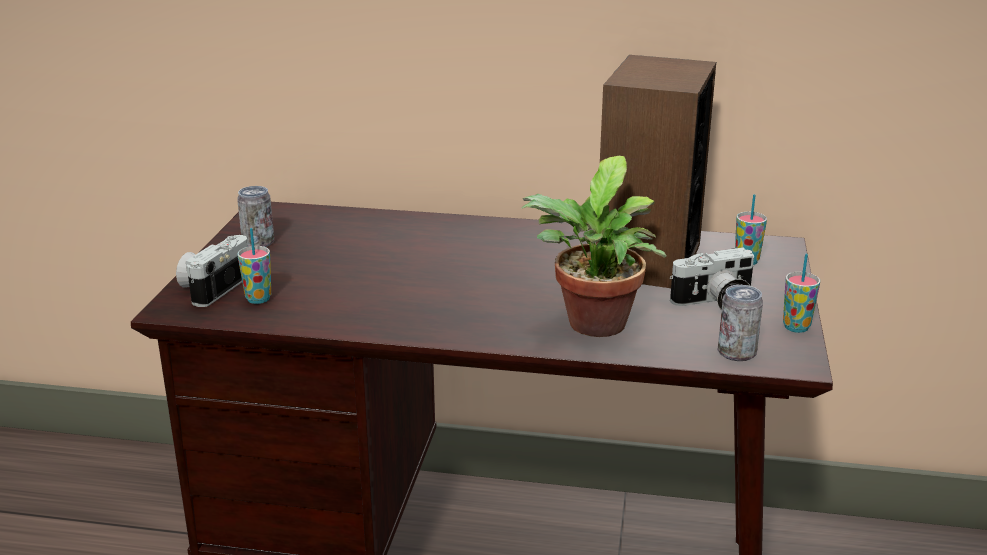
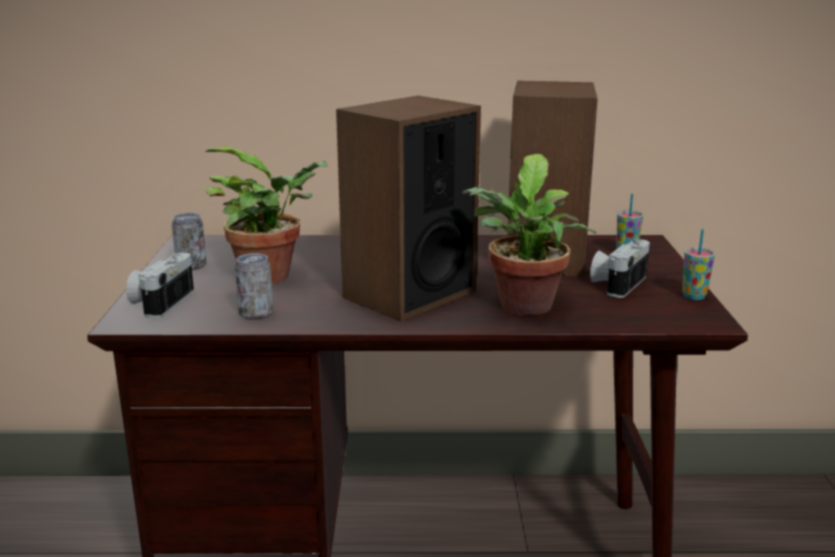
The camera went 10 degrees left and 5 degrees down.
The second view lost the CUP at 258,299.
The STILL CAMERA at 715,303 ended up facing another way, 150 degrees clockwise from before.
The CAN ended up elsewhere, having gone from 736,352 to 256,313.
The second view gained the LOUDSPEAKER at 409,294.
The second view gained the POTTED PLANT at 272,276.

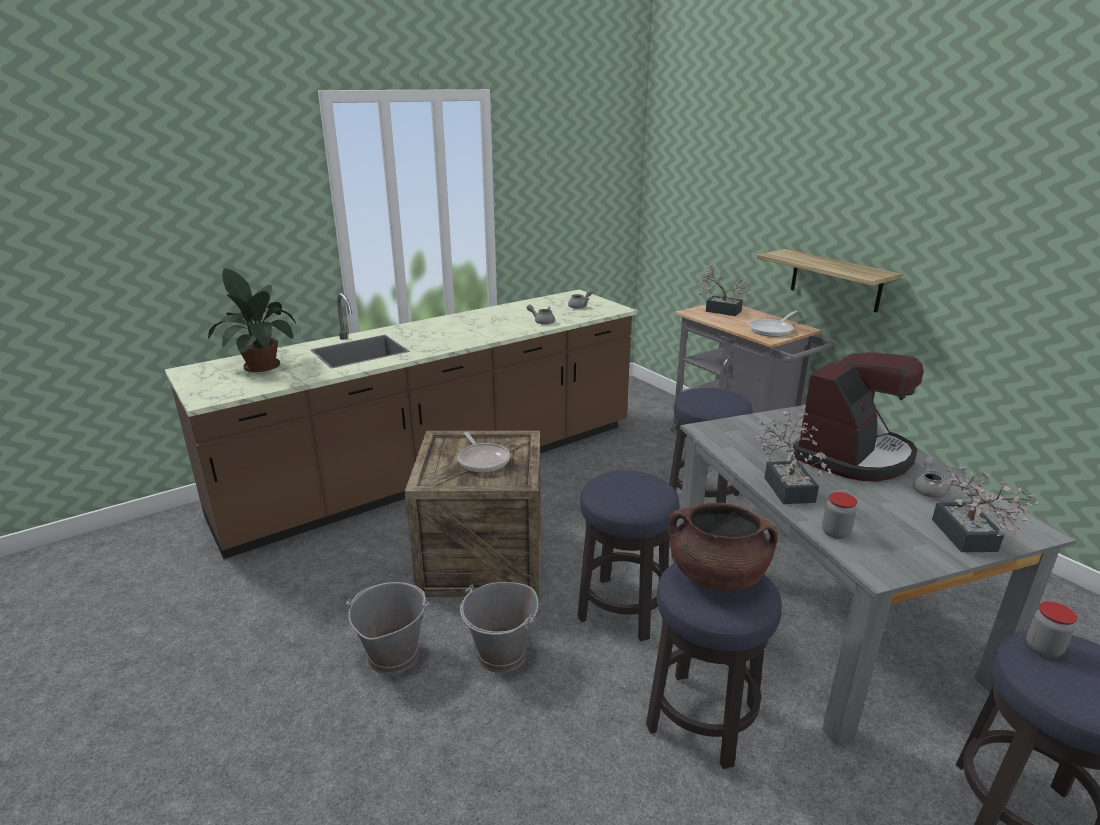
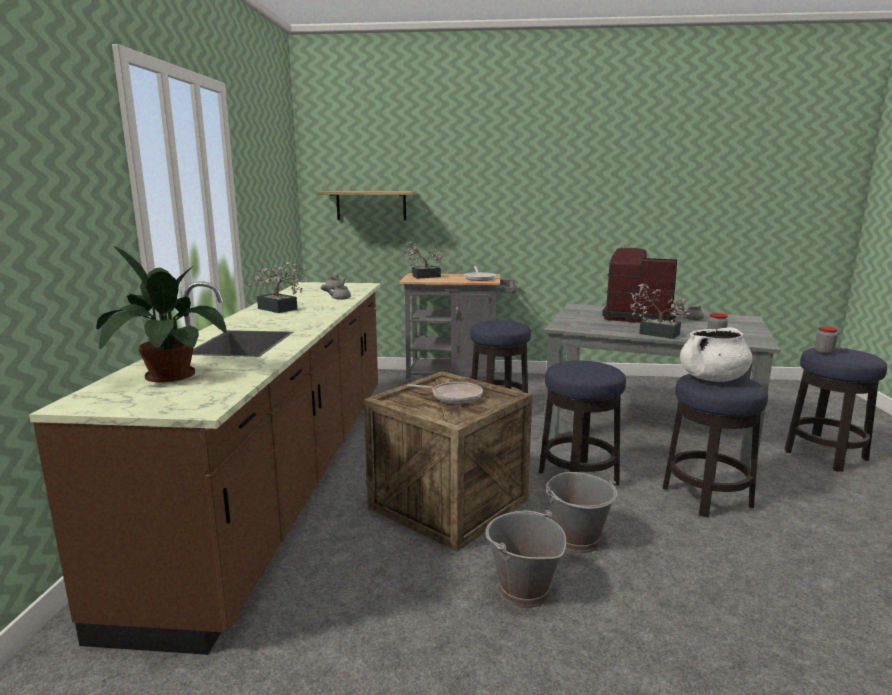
The camera went 50 degrees left and 10 degrees down.
The BRACKET SHELF ended up elsewhere, having gone from 835,280 to 371,205.
The COFFEE MAKER at 853,455 ended up facing another way, 60 degrees counterclockwise from before.
The POTTED PLANT ended up elsewhere, having gone from 967,540 to 280,309.
What was the BROWN SAUCEPOT at 716,576 turned into the WHITISH SAUCEPOT at 712,379.

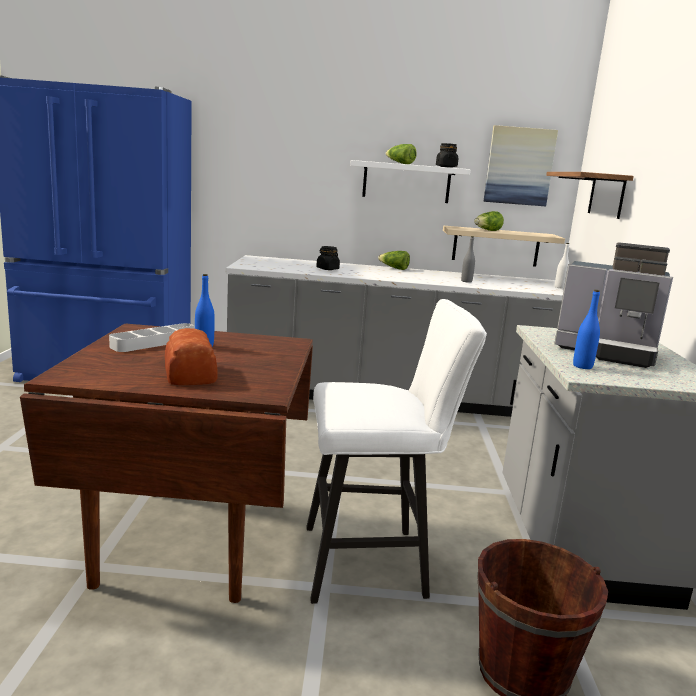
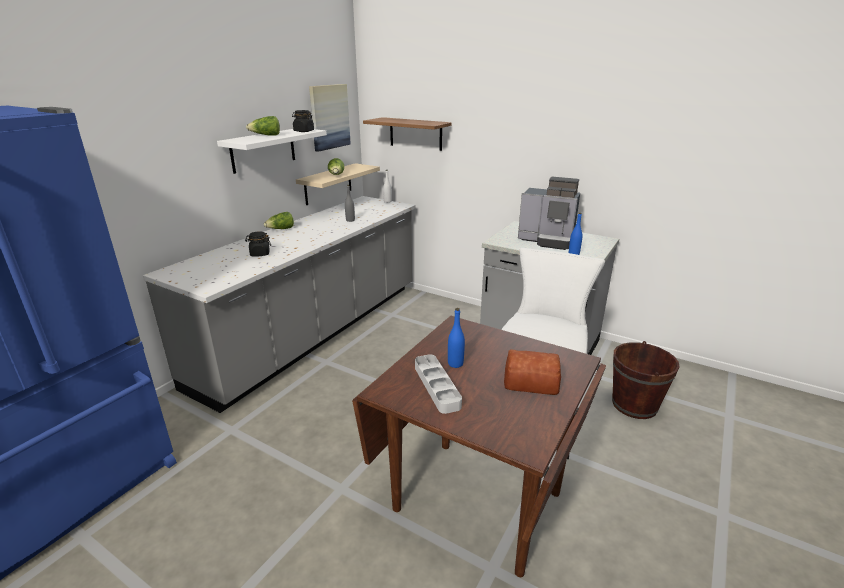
The camera went 60 degrees left and 10 degrees up.
The COFFEE MAKER at 607,352 ended up facing another way, 60 degrees clockwise from before.

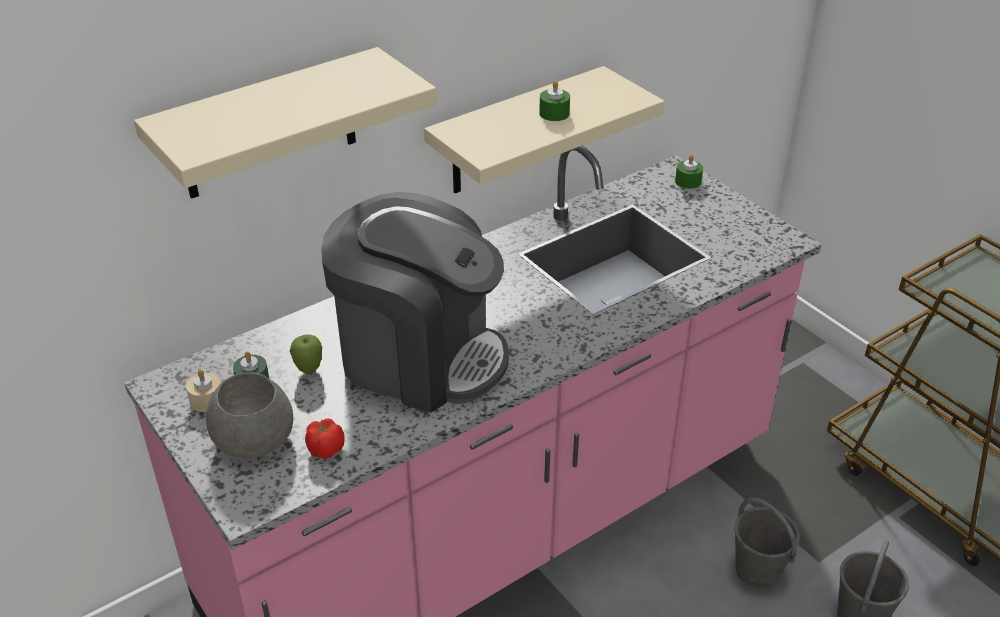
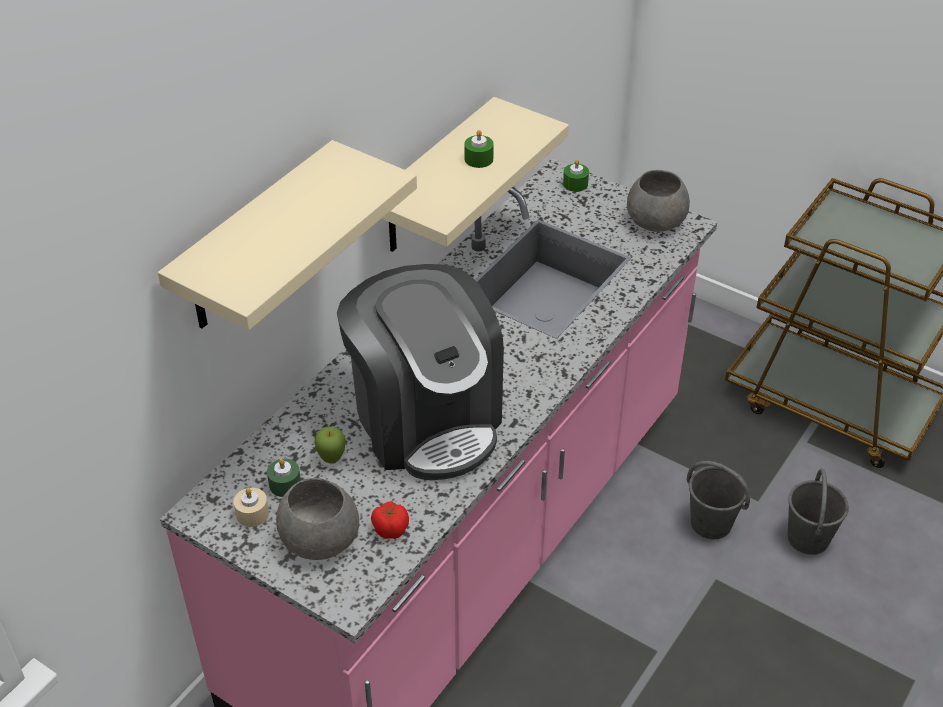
The camera went 20 degrees left and 5 degrees up.
The COFFEE MAKER at 420,357 ended up facing another way, 60 degrees clockwise from before.
The second view gained the GREYISH BOWL at 655,221.

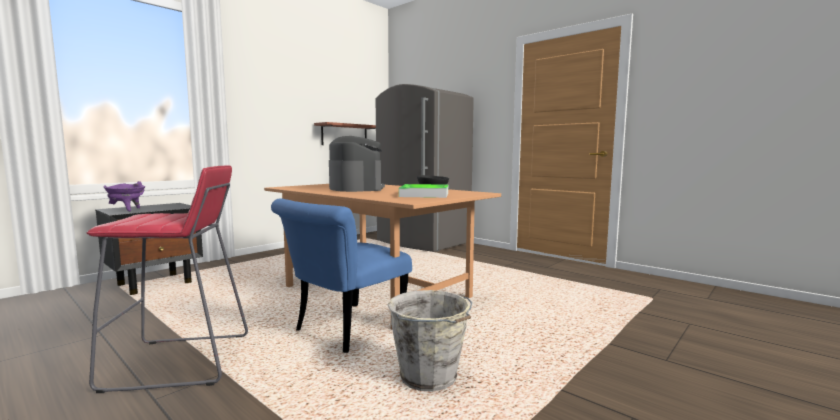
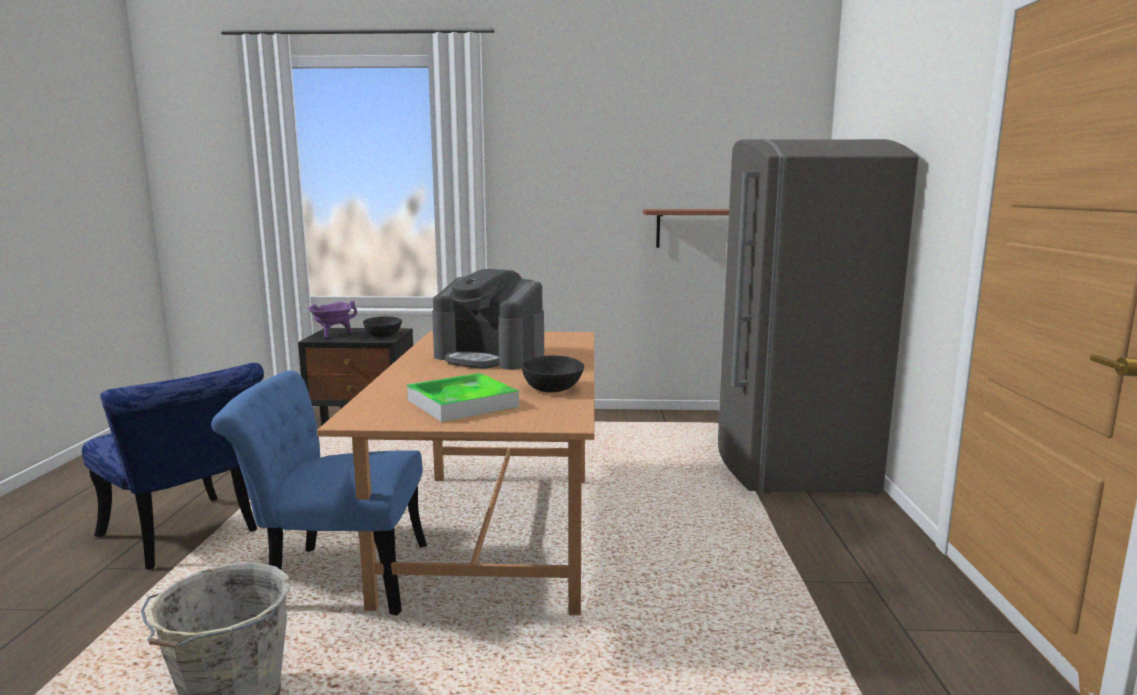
The camera went 50 degrees right and 5 degrees up.
The COFFEE MAKER at 355,188 ended up facing another way, 90 degrees clockwise from before.
Where the RED STOOL stood at 180,362, the BLUE-COLOURED UPRIGHT CHAIR came to stand at 186,537.
The second view gained the BLACK-COLOURED BOWL at 382,335.

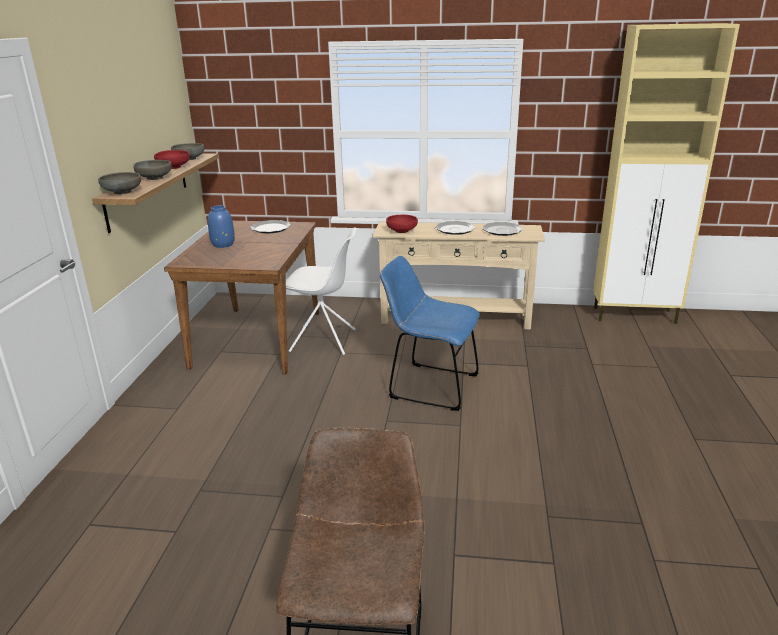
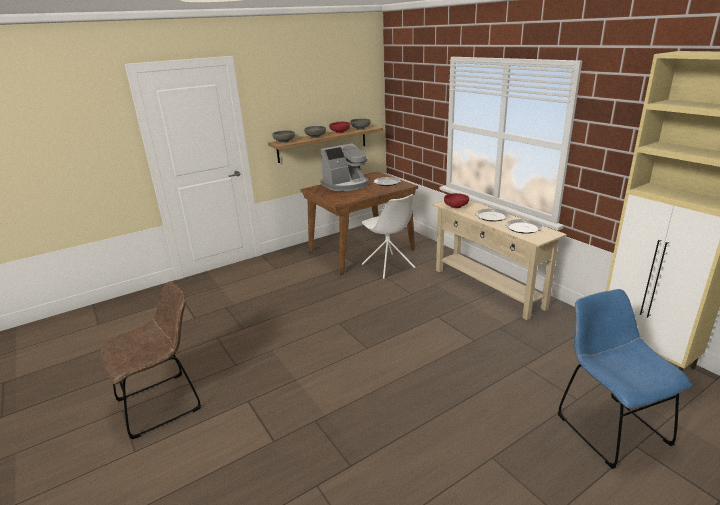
The camera went 50 degrees right and 0 degrees up.
Where the BLUE-COLOURED VASE stood at 223,244, the COFFEE MAKER came to stand at 346,185.
The BLUE-COLOURED UPRIGHT CHAIR ended up elsewhere, having gone from 429,385 to 608,426.

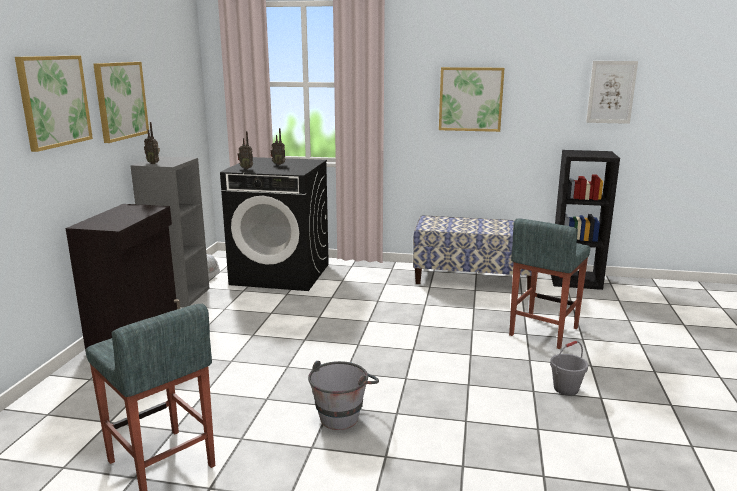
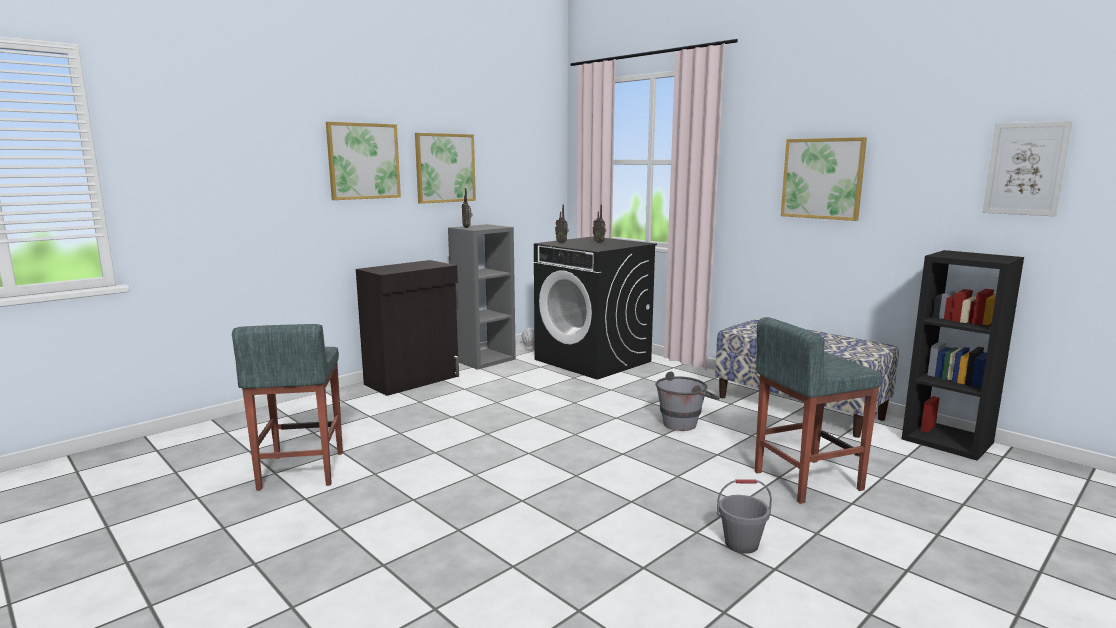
The camera went 35 degrees right and 5 degrees down.
The GREYISH WATER BUCKET ended up elsewhere, having gone from 343,414 to 685,423.

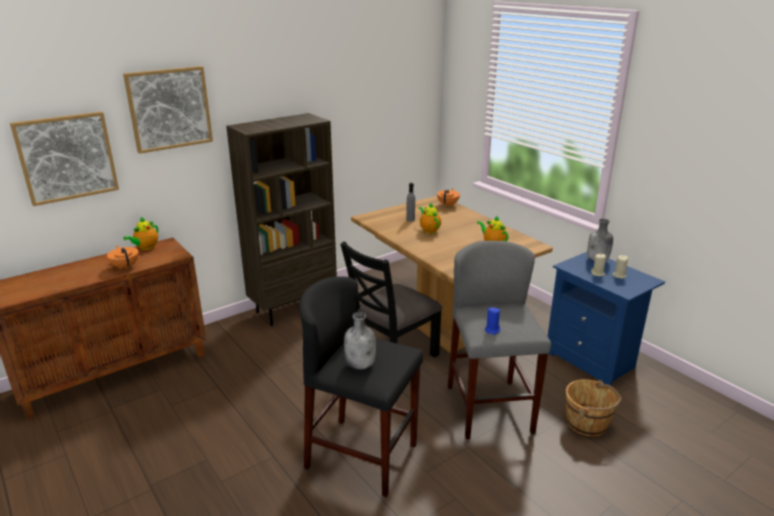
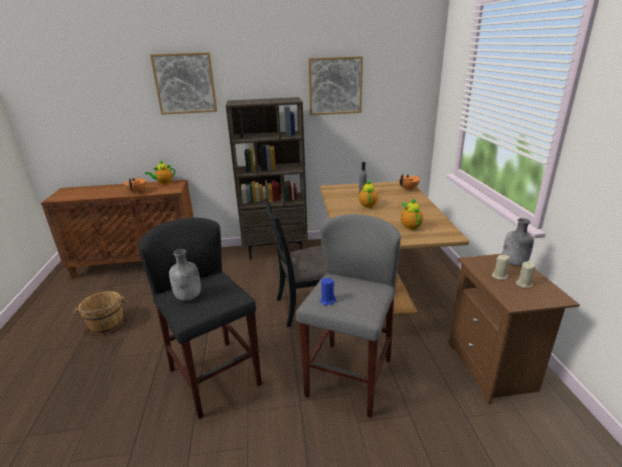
The camera went 30 degrees right and 0 degrees up.
The WALL PICTURE ended up elsewhere, having gone from 67,157 to 335,86.
What was the BLUE-COLOURED NIGHTSTAND at 592,360 turned into the BROWN NIGHTSTAND at 493,368.
The BROWN WATER BUCKET ended up elsewhere, having gone from 587,423 to 106,325.

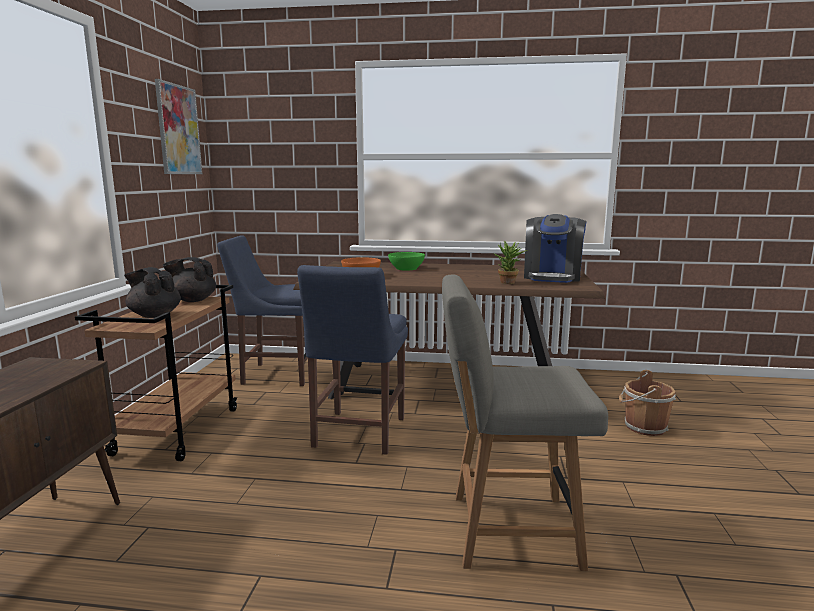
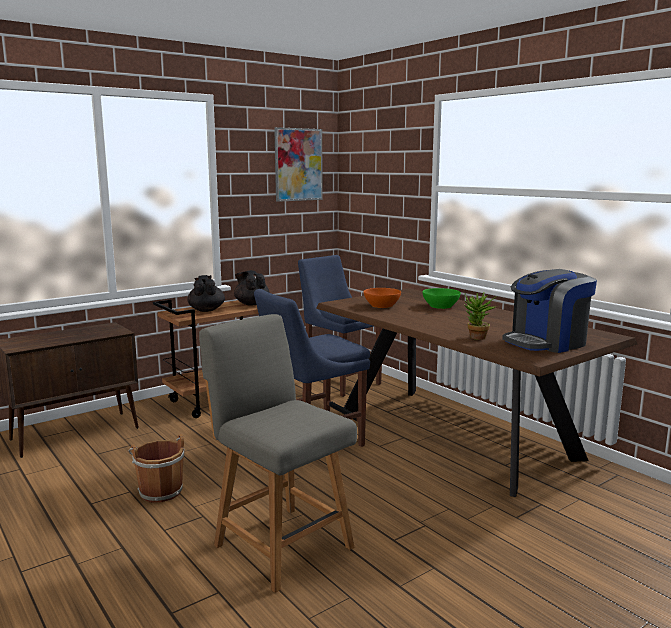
The camera went 45 degrees right and 0 degrees up.
The BROWN WATER BUCKET ended up elsewhere, having gone from 643,427 to 160,491.

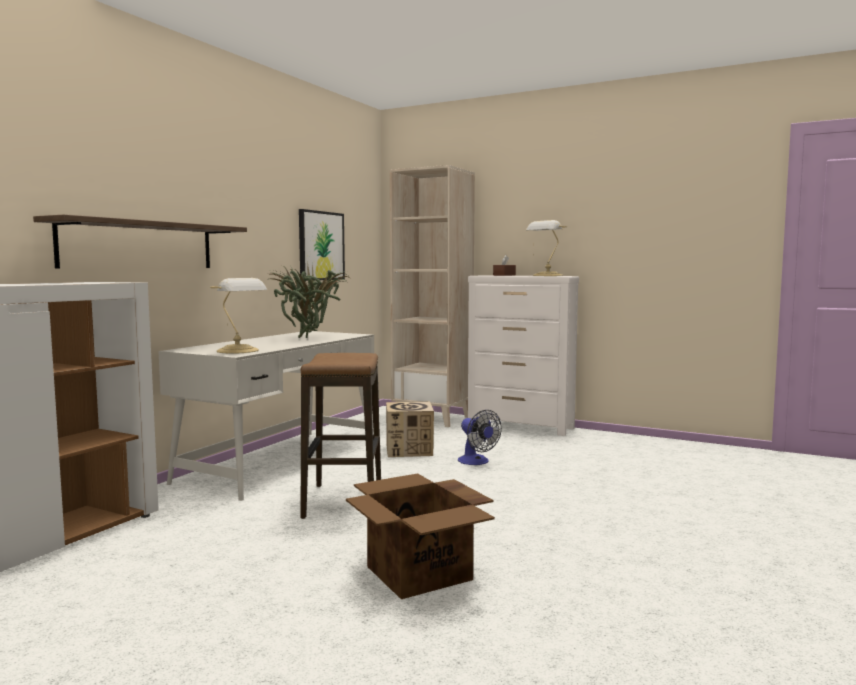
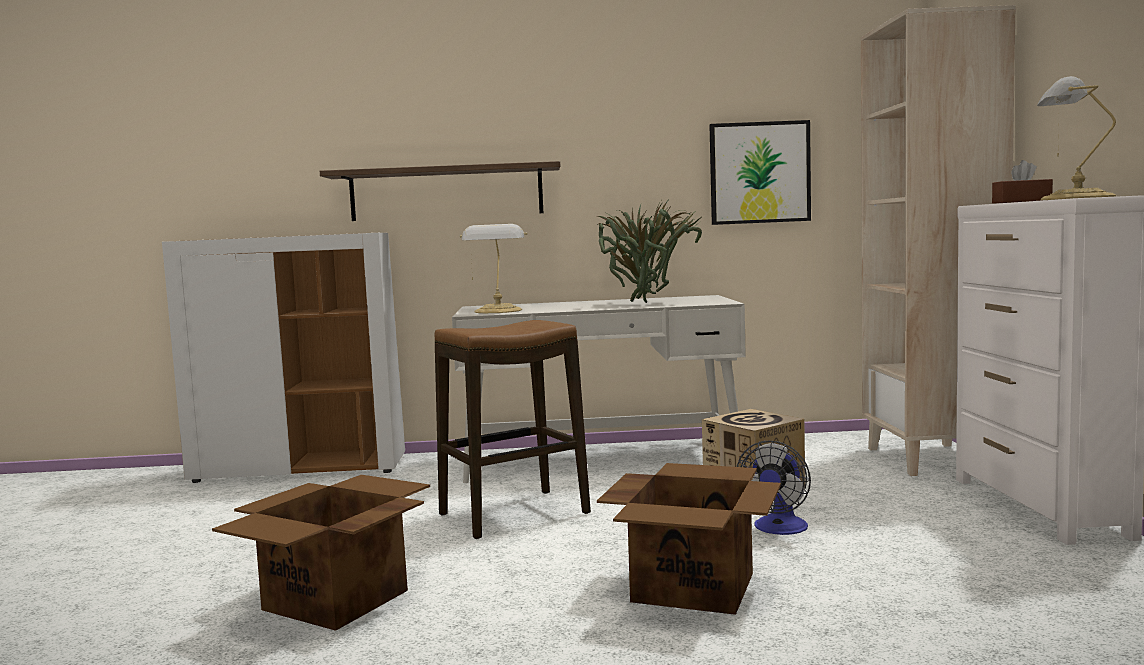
The camera went 60 degrees right and 0 degrees up.
The second view gained the PACKING BOX at 694,586.

